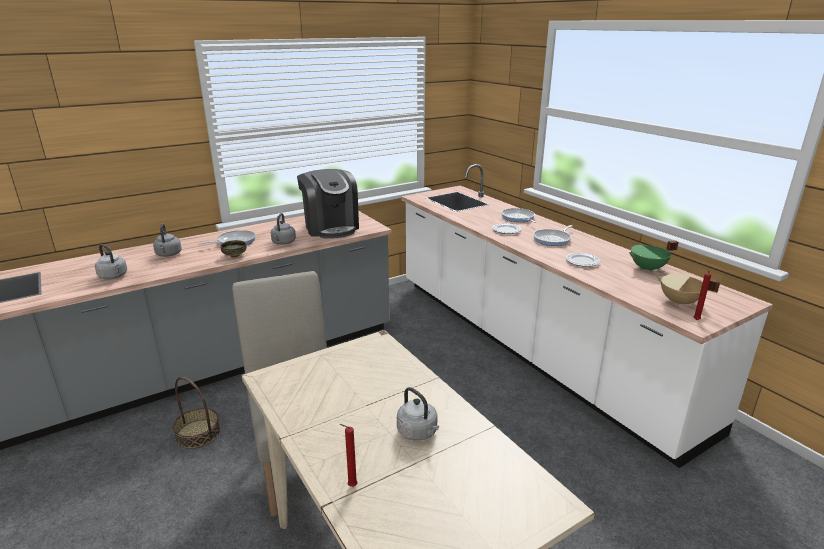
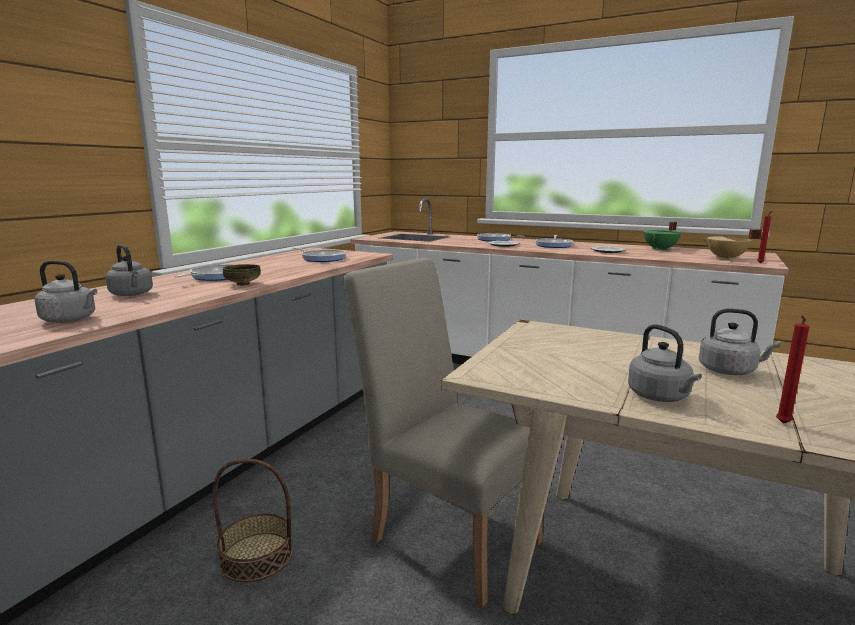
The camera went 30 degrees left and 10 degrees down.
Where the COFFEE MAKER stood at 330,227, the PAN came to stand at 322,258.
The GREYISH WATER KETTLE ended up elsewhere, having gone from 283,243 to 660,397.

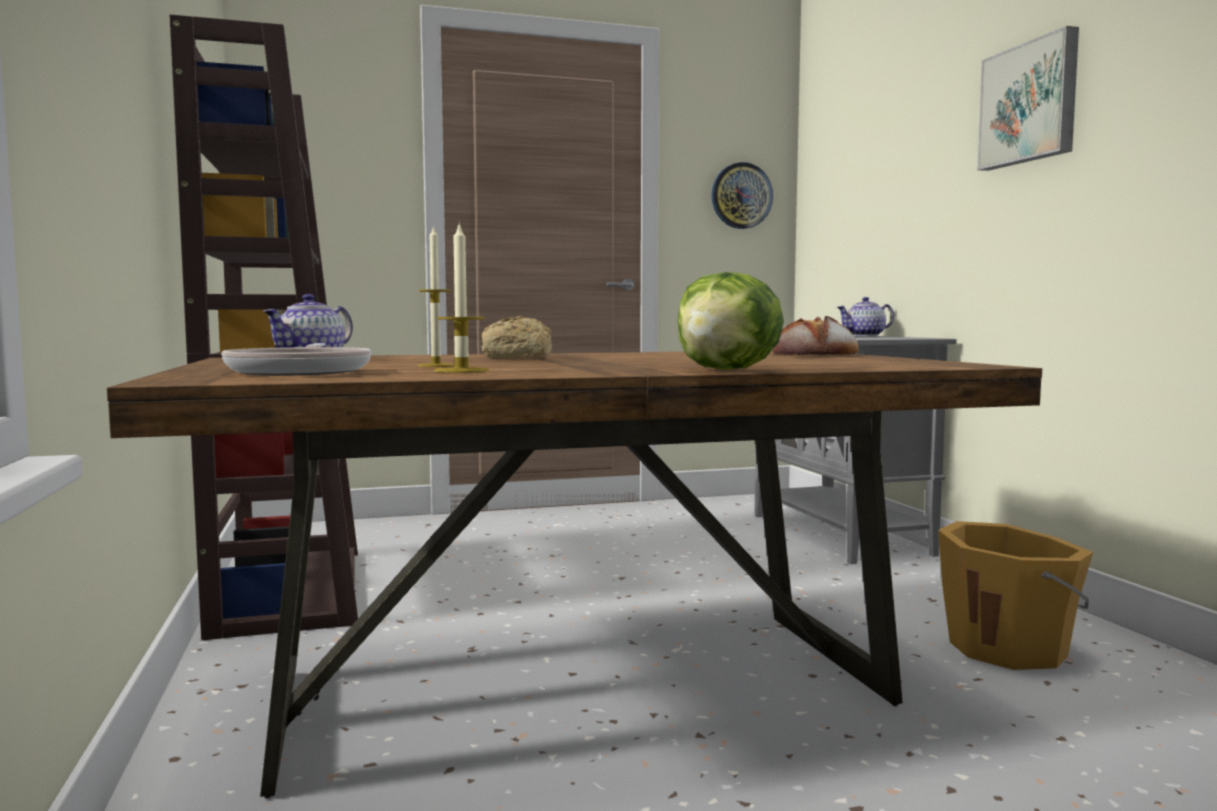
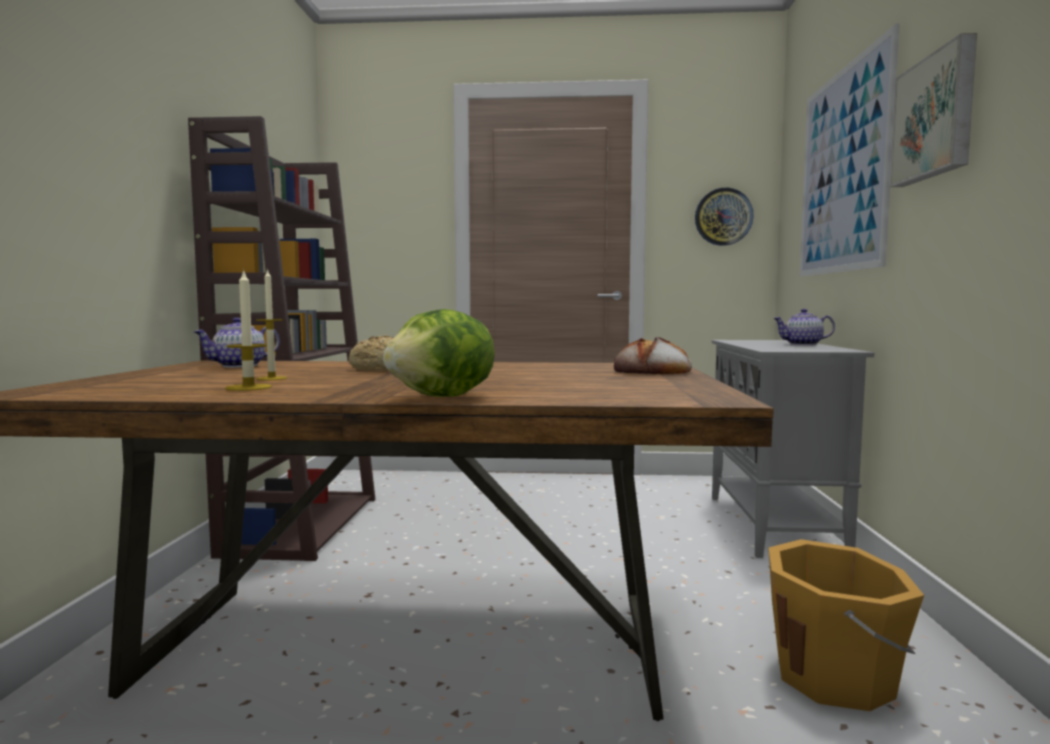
The camera went 20 degrees right and 0 degrees up.
The second view lost the PAN at 301,371.
The second view gained the WALL PICTURE at 842,171.

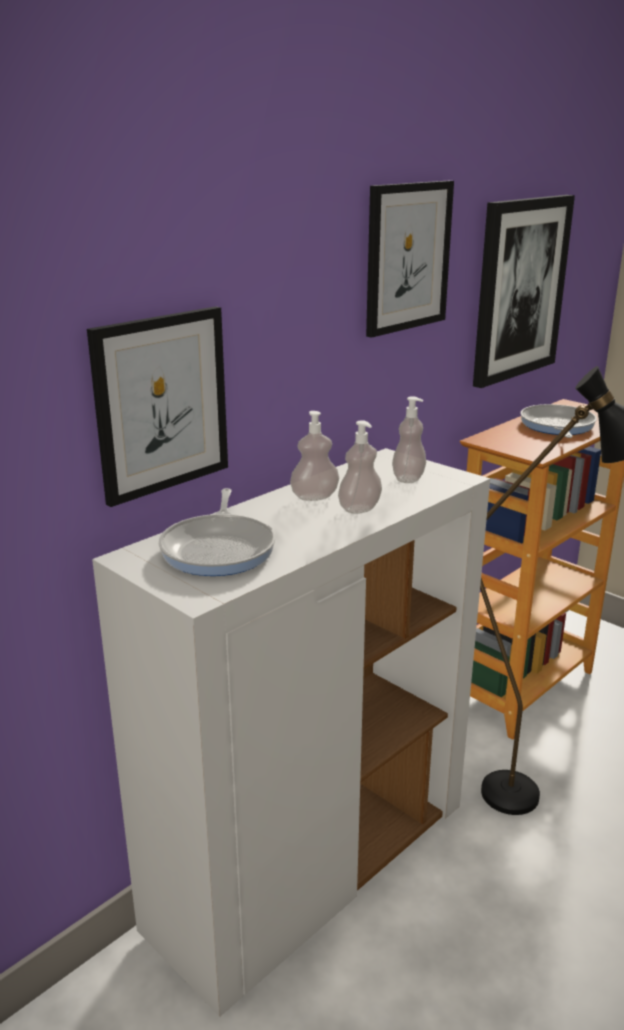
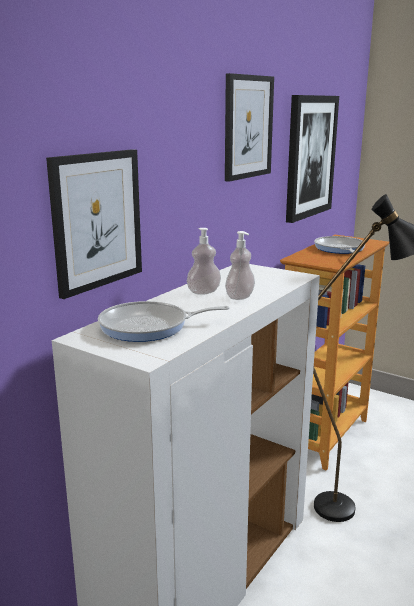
The camera went 10 degrees left and 5 degrees down.
The second view lost the SOAP DISPENSER at 408,478.
The PAN at 220,548 ended up facing another way, 90 degrees clockwise from before.

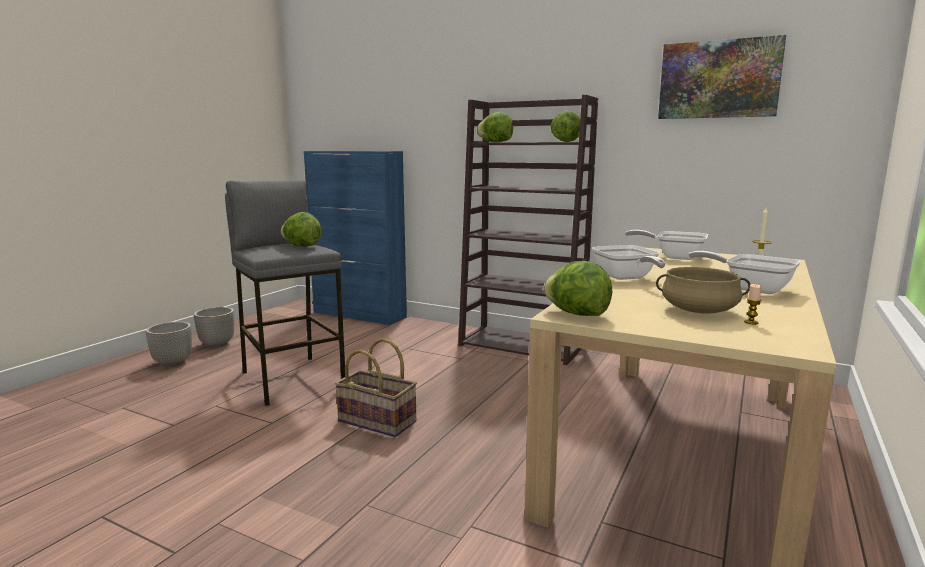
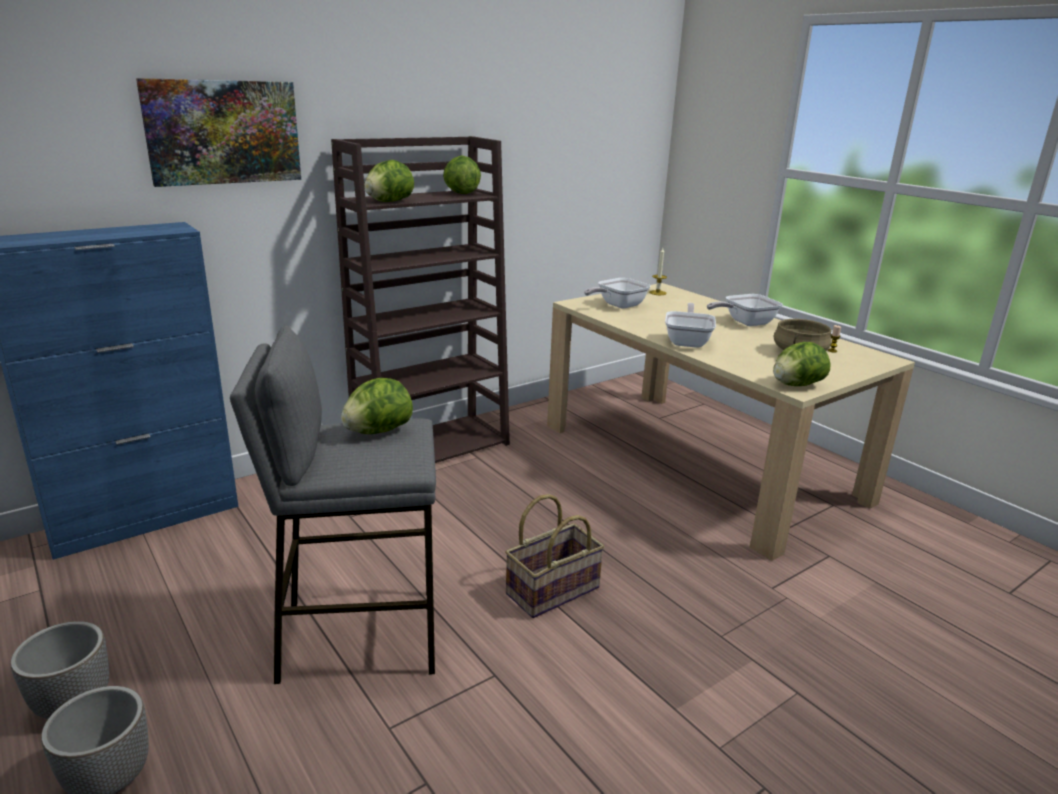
The camera went 65 degrees left and 10 degrees up.
The WALL PICTURE ended up elsewhere, having gone from 718,79 to 223,132.
The PAN at 626,278 ended up facing another way, 90 degrees counterclockwise from before.

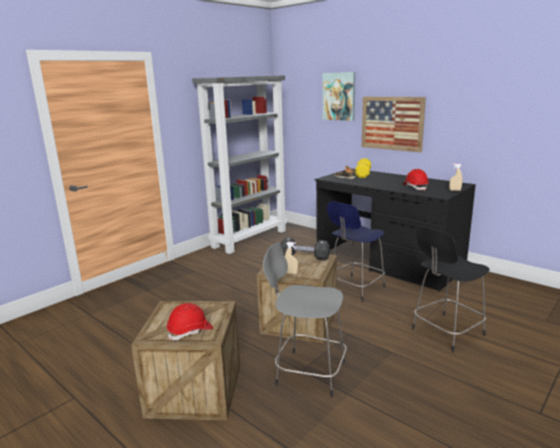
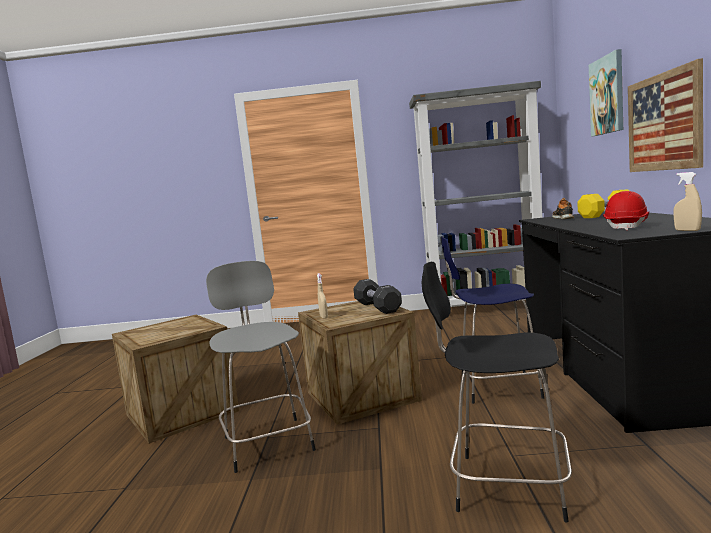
The camera went 50 degrees right and 10 degrees down.
The second view lost the RED WORK HELMET at 190,331.

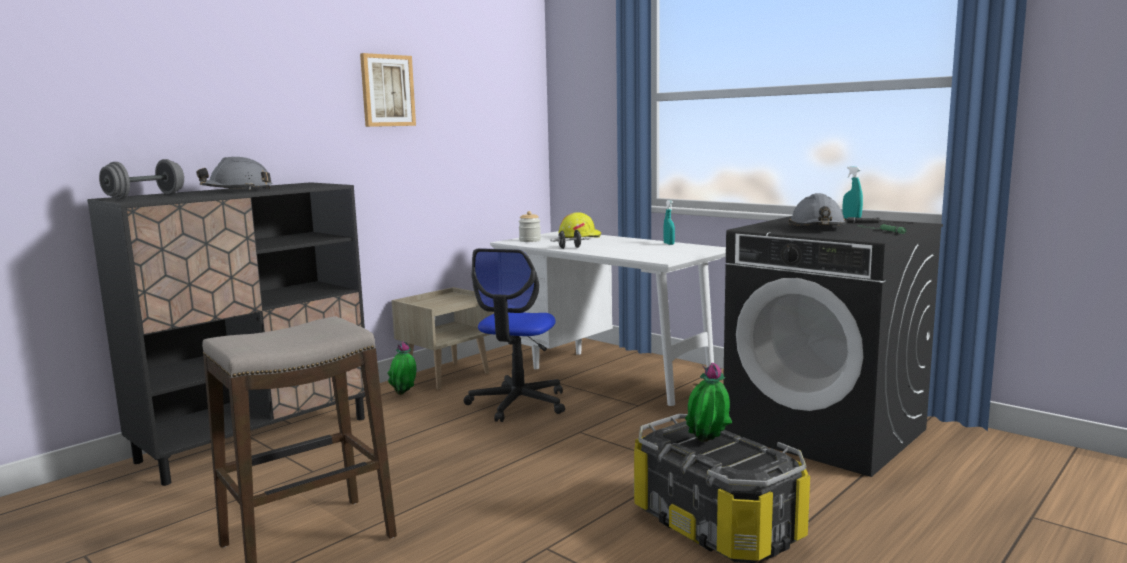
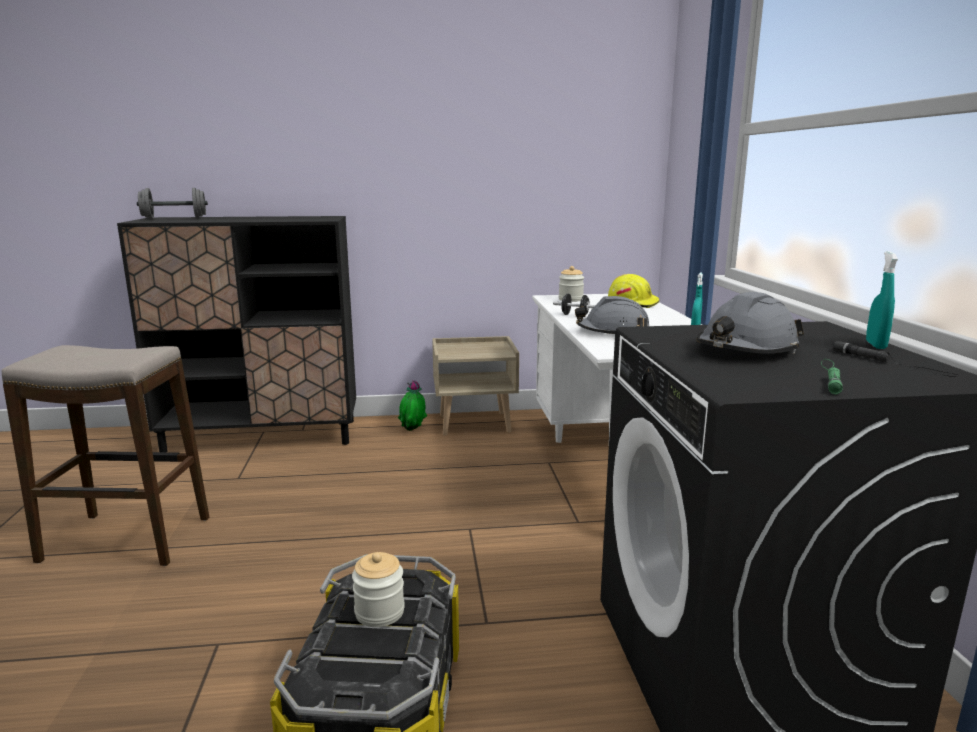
The camera went 40 degrees right and 5 degrees up.
The second view lost the WALL PICTURE at 387,90.
The GREYISH WORK HELMET ended up elsewhere, having gone from 238,190 to 612,332.
The second view lost the OFFICE CHAIR at 518,403.
Where the POTTED PLANT stood at 707,443, the JAR came to stand at 379,612.

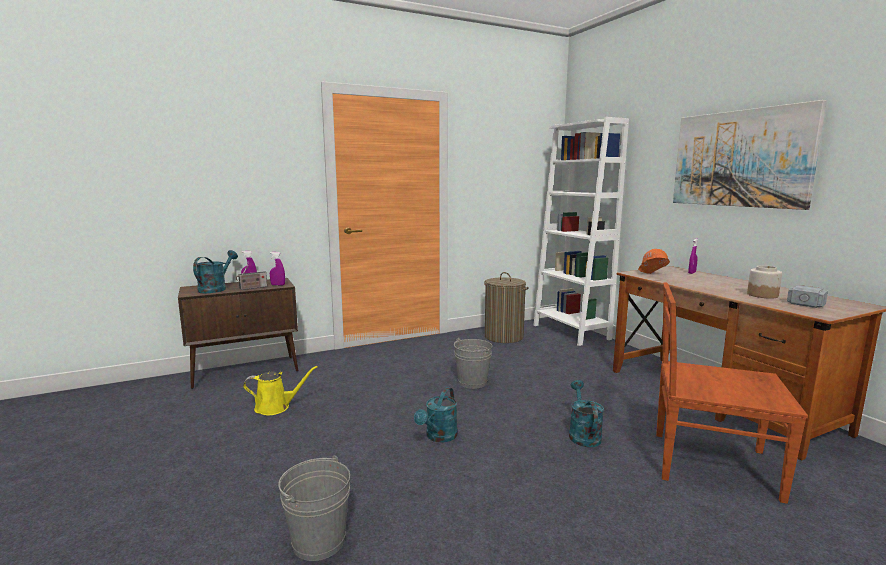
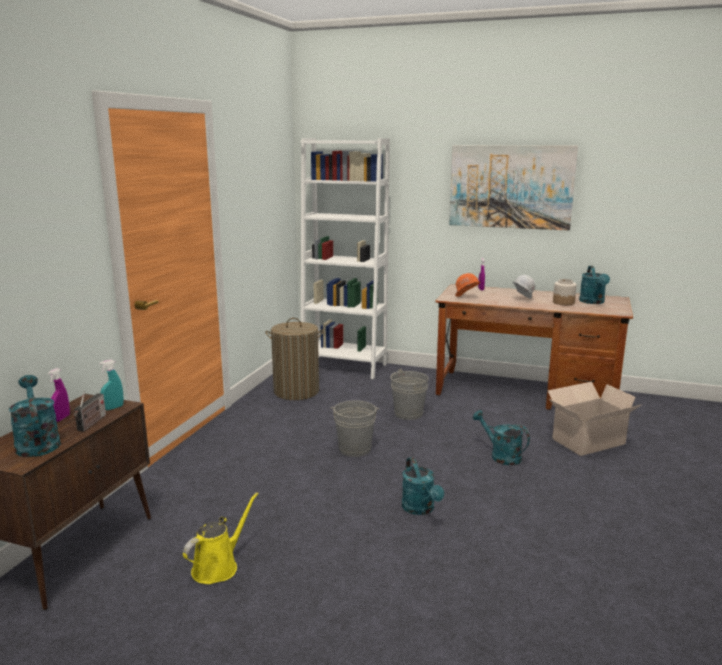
The camera went 45 degrees left and 5 degrees up.
What was the PURPLISH HAND SPRAYER at 278,285 turned into the TURQUOISE HAND SPRAYER at 113,408.
Where the BROWN UPRIGHT CHAIR stood at 709,464, the PACKING BOX came to stand at 586,441.
Where the HAMMER stood at 810,301, the TURQUOISE WATERING CAN came to stand at 593,302.
The GREYISH WATER BUCKET ended up elsewhere, having gone from 319,541 to 408,413.
The second view gained the WHITISH WORK HELMET at 521,299.

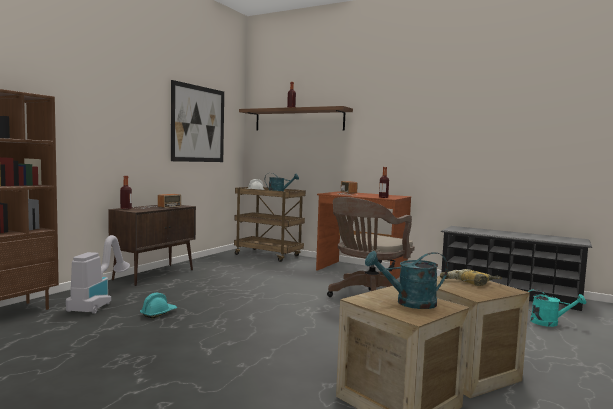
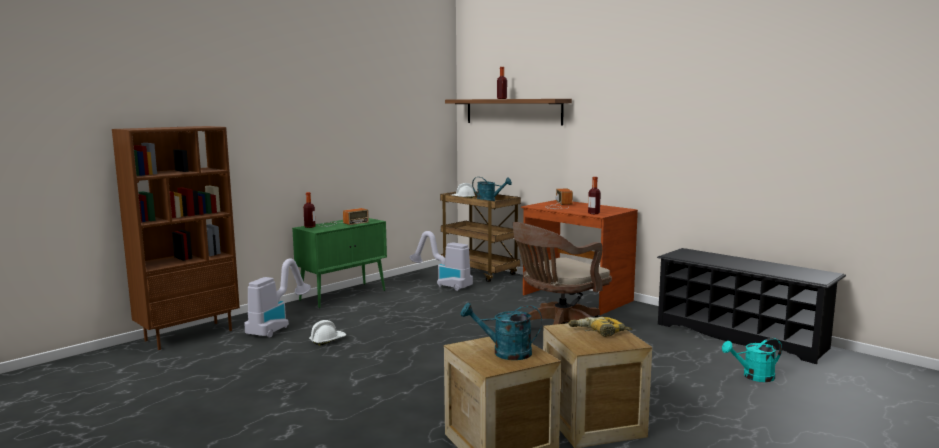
The camera went 15 degrees right and 5 degrees up.
The second view lost the WALL PICTURE at 198,124.
What was the BROWN CABINET at 155,274 turned into the GREEN CABINET at 343,295.
The TURQUOISE WATERING CAN at 549,323 ended up facing another way, 135 degrees clockwise from before.
What was the TURQUOISE WORK HELMET at 158,313 turned into the WHITISH WORK HELMET at 327,340.
The second view gained the HOOVER at 444,284.

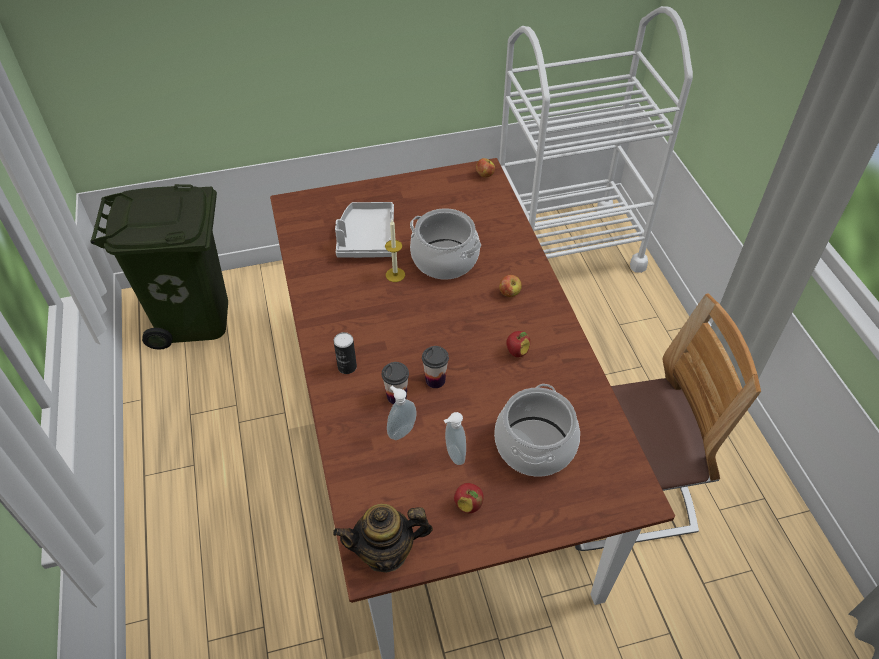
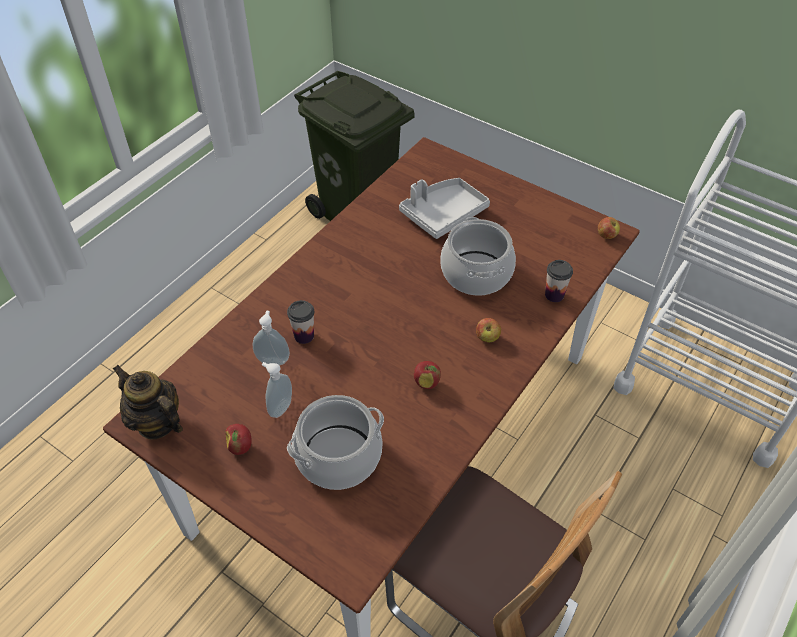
The camera went 50 degrees right and 0 degrees up.
The second view lost the WAX LIGHT at 395,275.
The second view lost the CAN at 347,367.
The CUP ended up elsewhere, having gone from 435,380 to 554,295.

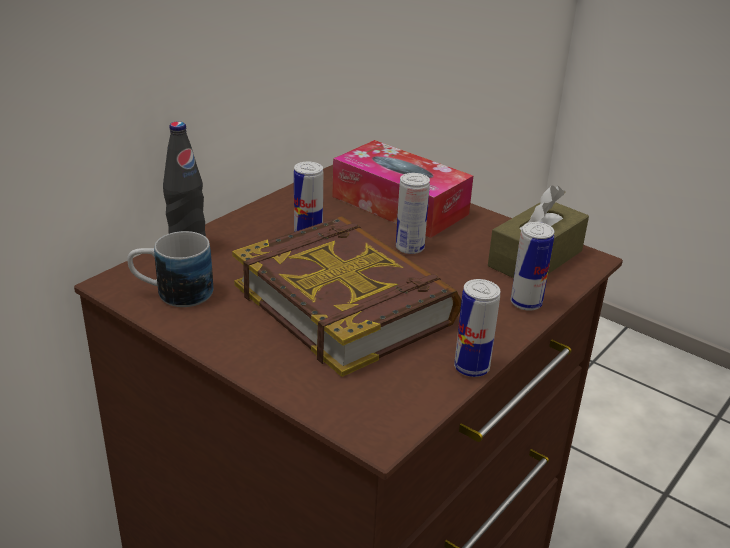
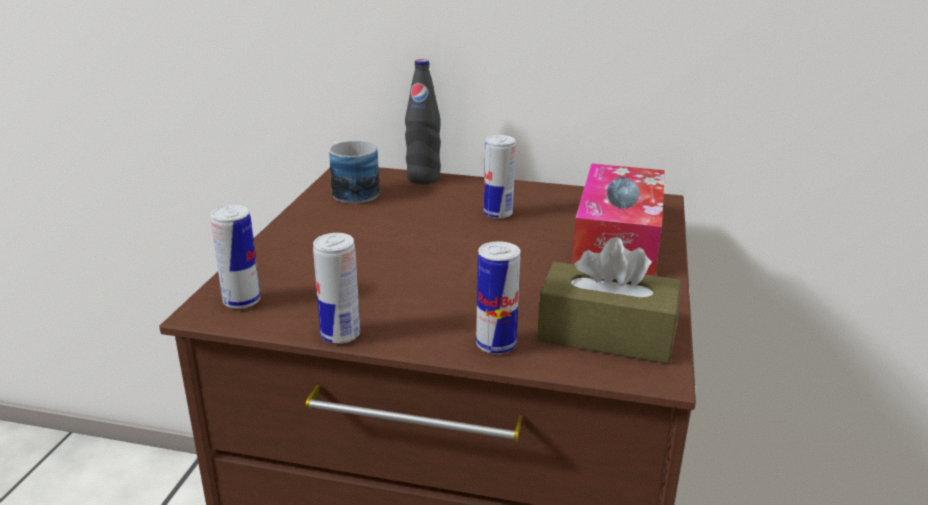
The camera went 65 degrees right and 5 degrees down.
The CAN ended up elsewhere, having gone from 409,248 to 242,301.
The second view lost the VOLUME at 345,303.

